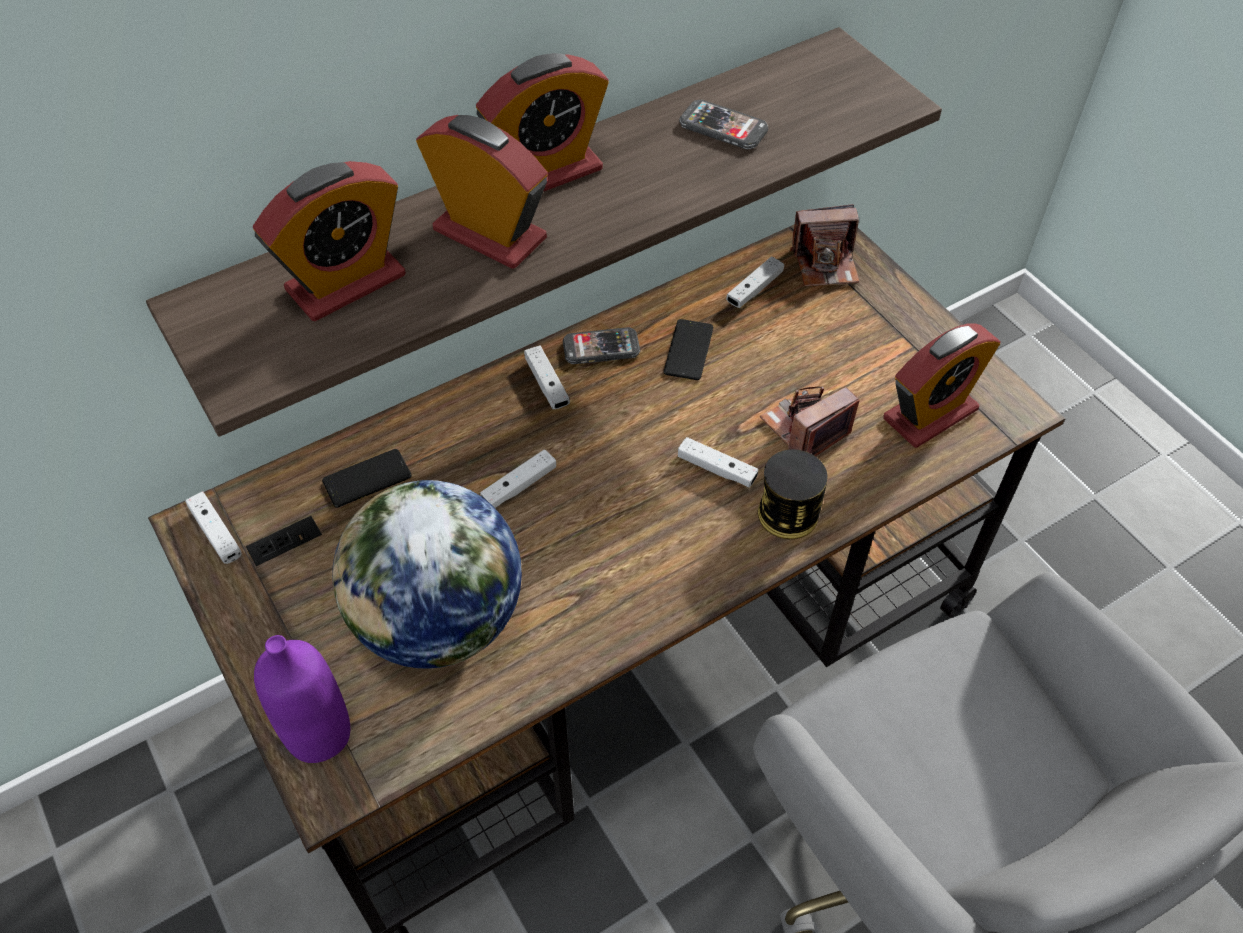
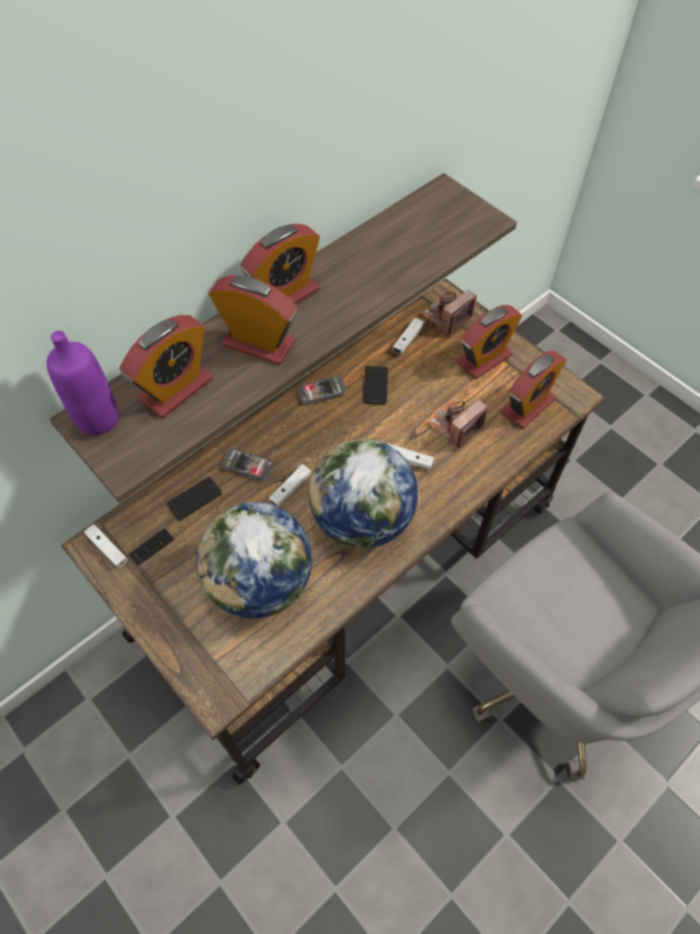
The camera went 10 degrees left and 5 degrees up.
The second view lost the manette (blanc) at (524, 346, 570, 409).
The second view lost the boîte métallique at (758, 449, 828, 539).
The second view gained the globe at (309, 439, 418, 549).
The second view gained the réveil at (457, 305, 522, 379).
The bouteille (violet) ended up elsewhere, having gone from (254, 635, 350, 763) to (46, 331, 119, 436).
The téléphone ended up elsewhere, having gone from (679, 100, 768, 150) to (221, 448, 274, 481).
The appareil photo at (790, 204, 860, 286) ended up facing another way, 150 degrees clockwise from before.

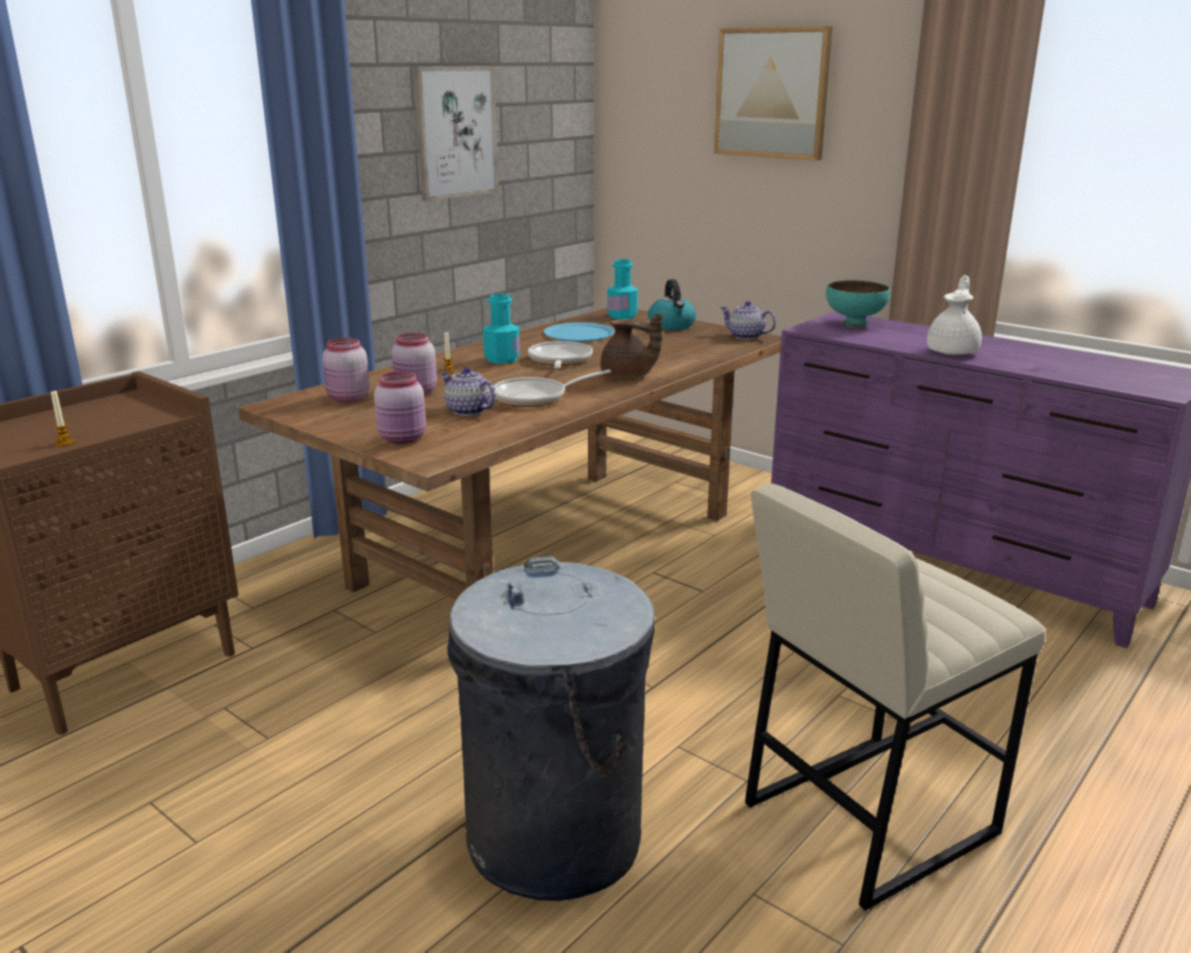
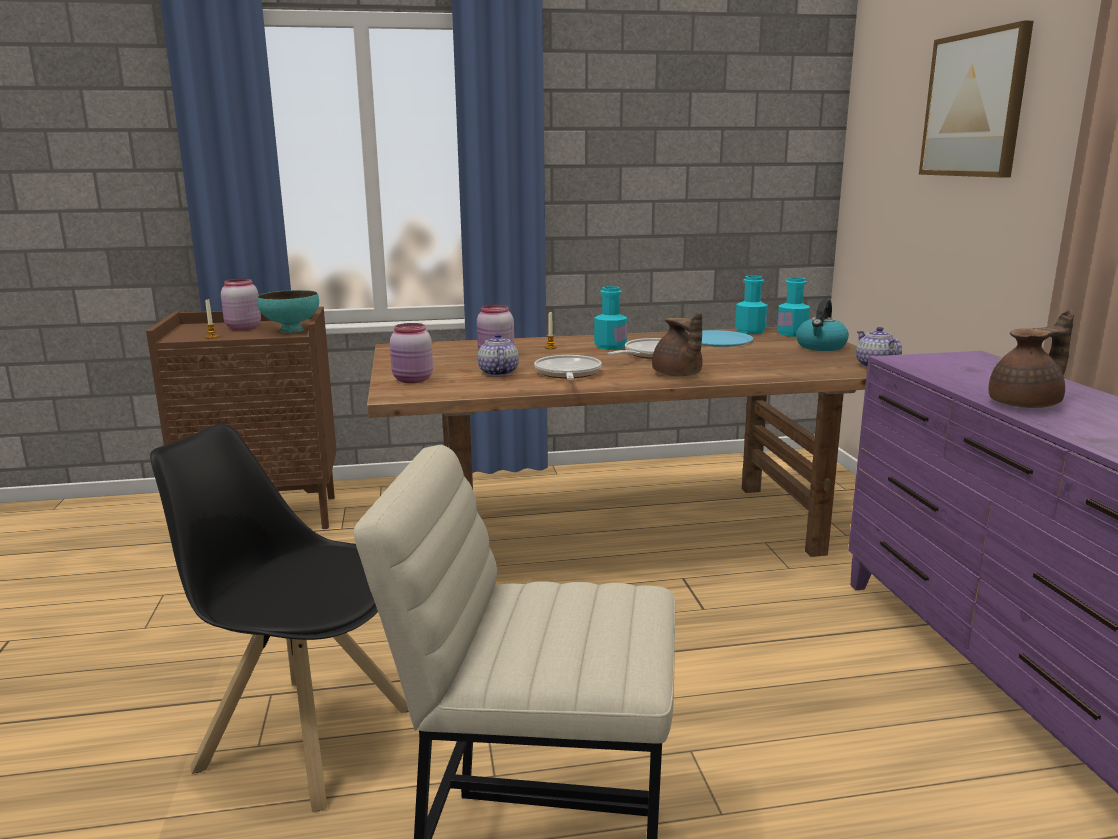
The camera went 40 degrees right and 5 degrees down.
The second view lost the tableau at (414, 66, 499, 201).
The second view gained the bouteille (turquoise) at (735, 276, 768, 334).
The bocal (rose) ended up elsewhere, having gone from (322, 338, 370, 402) to (221, 279, 261, 330).
The bol (turquoise) ended up elsewhere, having gone from (826, 280, 890, 327) to (257, 290, 319, 333).
Where the poubelle (gris) stood at (447, 556, 655, 901), the chaise (noir) came to stand at (150, 424, 409, 812).
What was the théière (blanc) at (927, 275, 982, 355) turned into the théière (marron) at (988, 310, 1074, 408).
The poêle at (494, 370, 611, 407) ended up facing another way, 75 degrees clockwise from before.

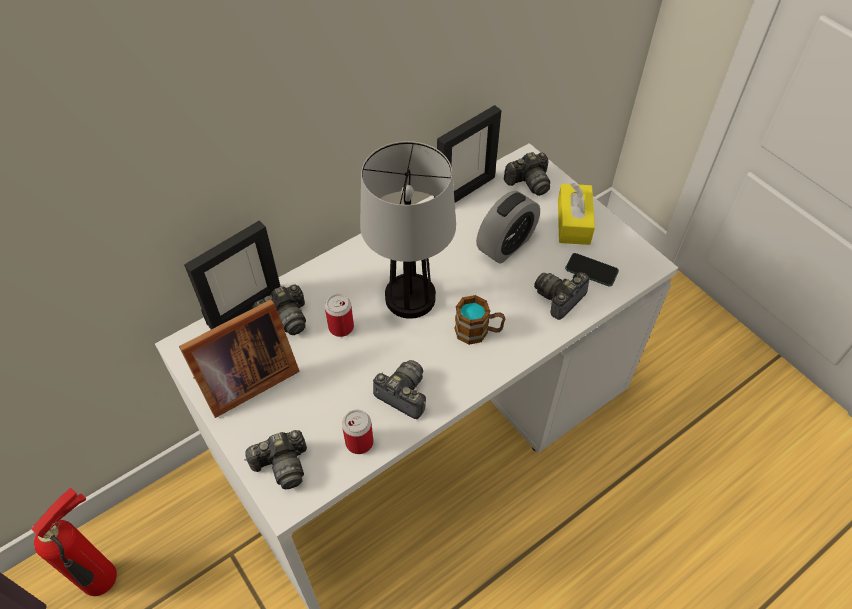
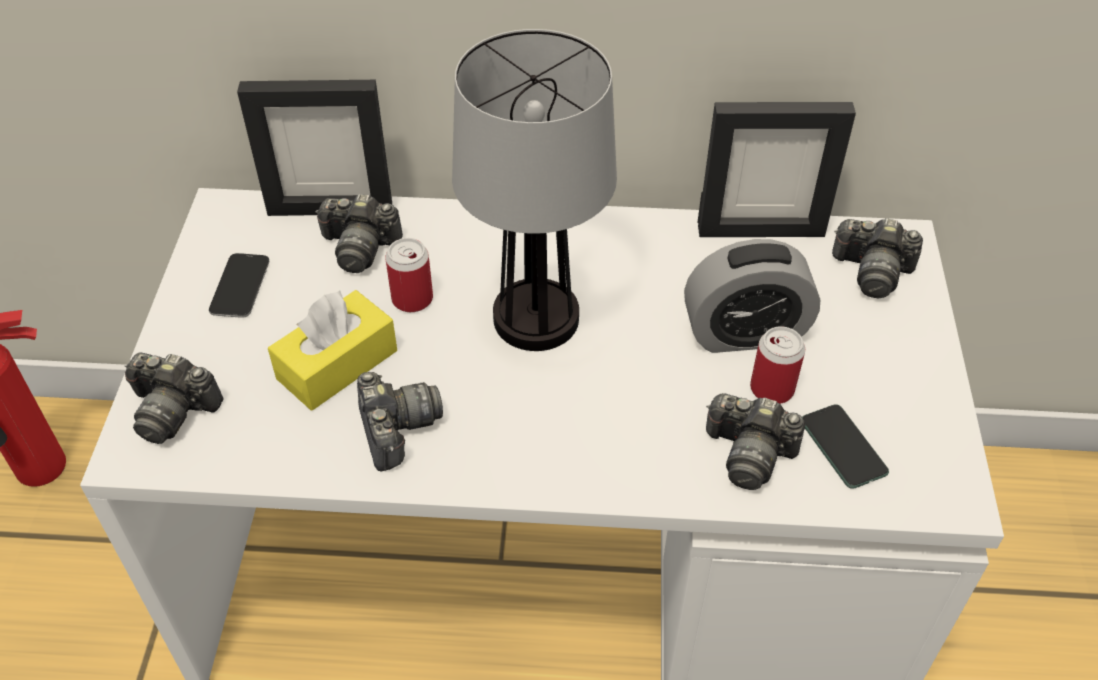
The camera went 40 degrees right and 5 degrees down.
The second view lost the mug at (454, 295, 505, 345).
The boîte métallique ended up elsewhere, having gone from (342, 410, 374, 454) to (750, 326, 805, 404).
The boîte à mouchoirs (jaune) ended up elsewhere, having gone from (558, 183, 595, 245) to (268, 290, 397, 410).
Where the cadre photo stood at (179, 299, 300, 418), the téléphone came to stand at (209, 253, 269, 318).
The appareil photo at (534, 272, 589, 320) ended up facing another way, 150 degrees counterclockwise from before.

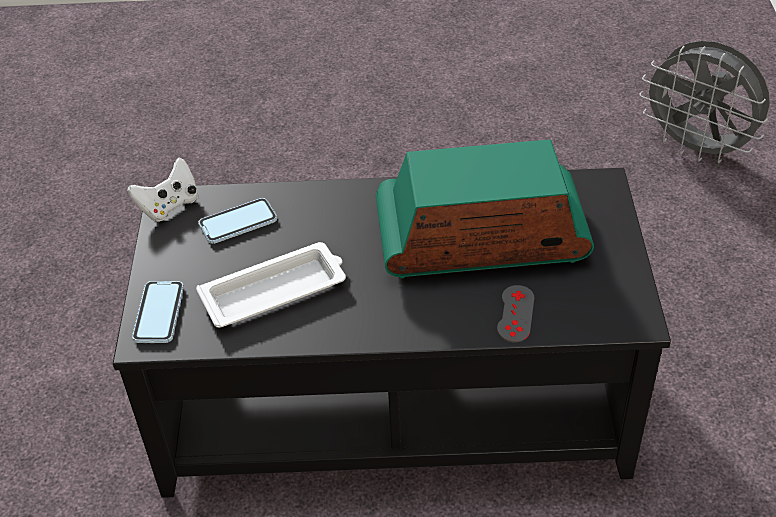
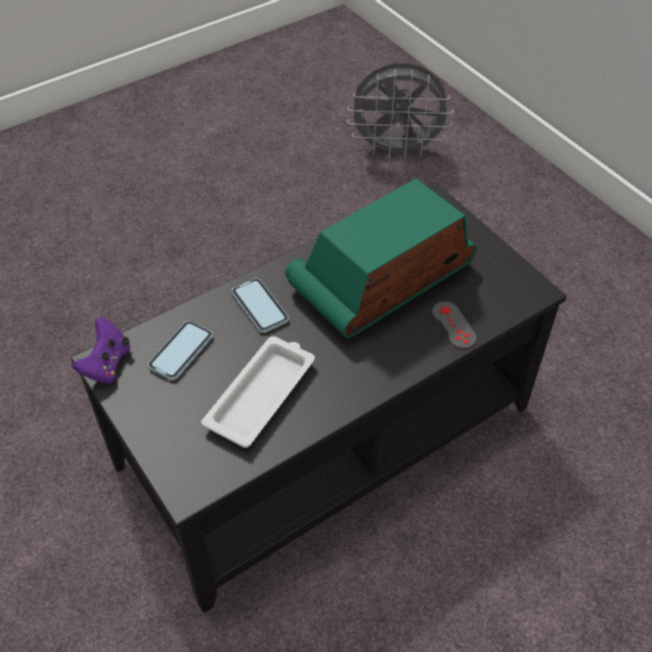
The camera went 35 degrees left and 5 degrees up.
The téléphone ended up elsewhere, having gone from (132, 281, 184, 343) to (232, 278, 289, 333).
What was the manette (blanc) at (127, 158, 198, 222) turned into the manette (violet) at (72, 318, 130, 384).

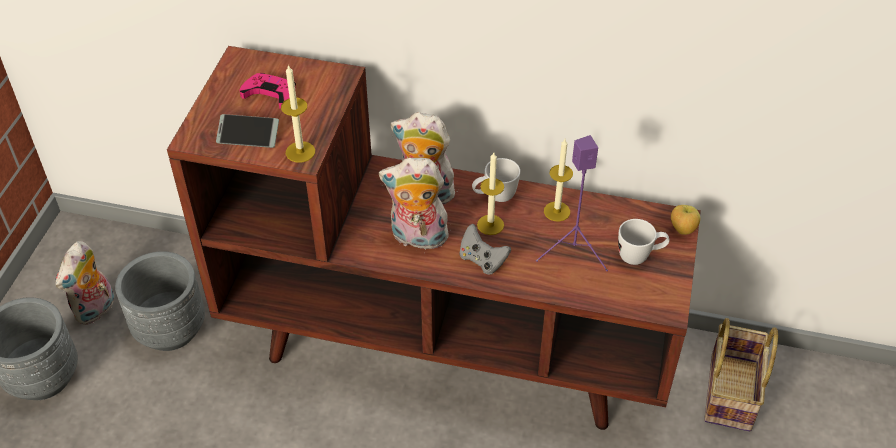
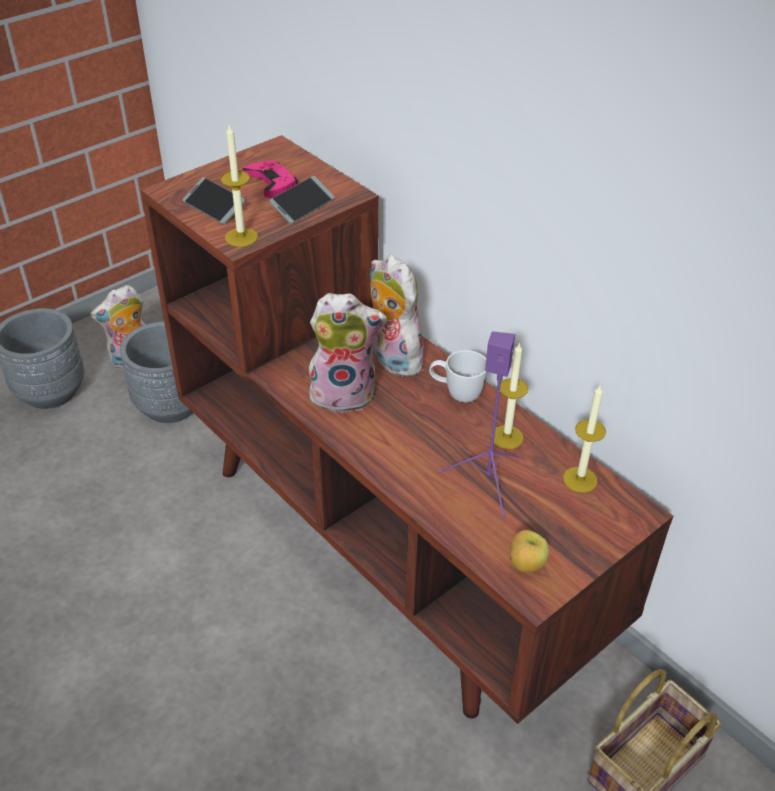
The camera went 35 degrees right and 5 degrees down.
The second view lost the manette (gris) at (460, 224, 511, 275).
The second view lost the mug (blanc) at (618, 219, 669, 265).
The second view gained the téléphone at (269, 176, 335, 224).
The bougie ended up elsewhere, having gone from (477, 152, 504, 235) to (563, 384, 606, 493).
The pomme ended up elsewhere, having gone from (671, 205, 700, 235) to (510, 530, 549, 573).
The peluche at (379, 158, 451, 250) ended up facing another way, 135 degrees clockwise from before.

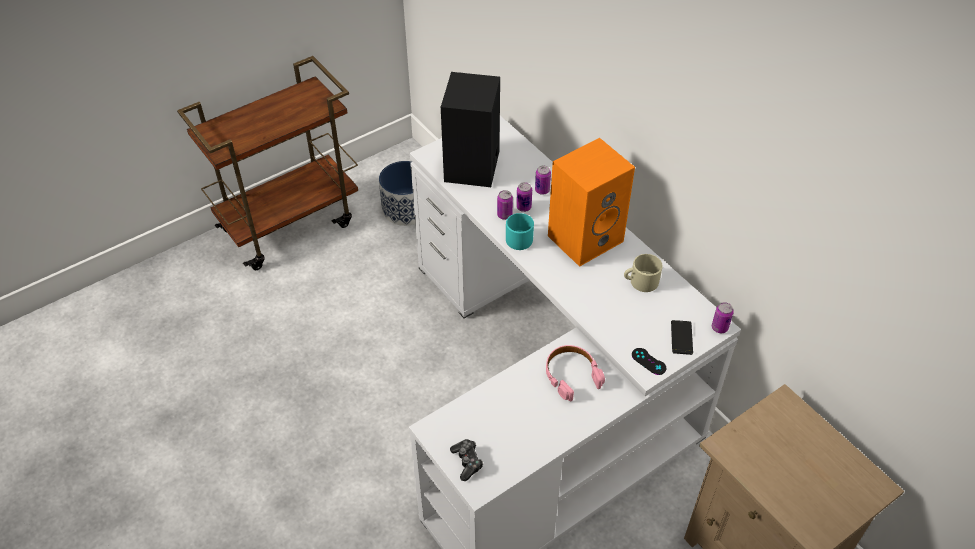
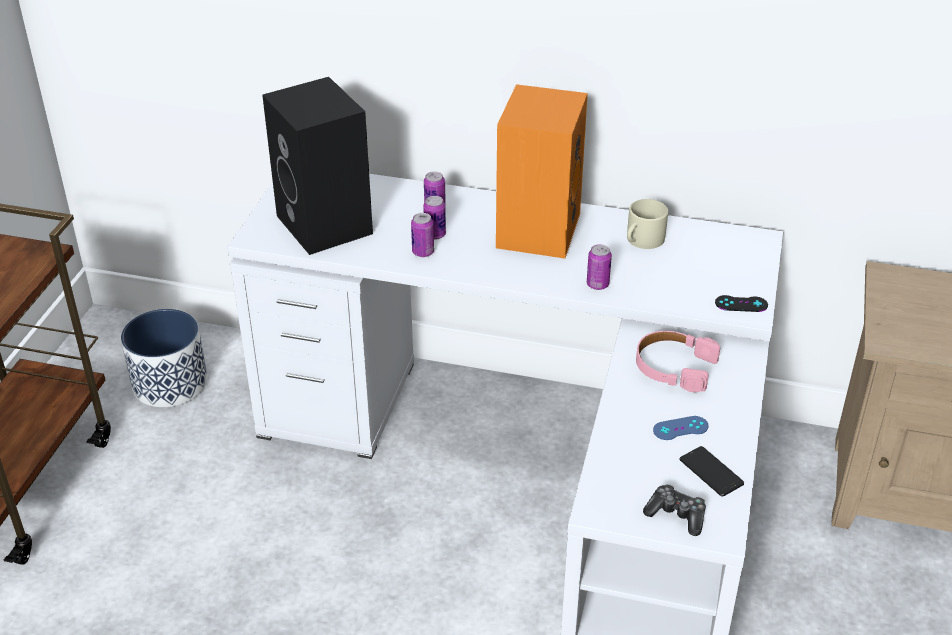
The camera went 40 degrees left and 10 degrees down.
The second view lost the mug (turquoise) at (506, 213, 534, 250).
The second view gained the manette (bleu) at (653, 416, 709, 440).
The téléphone ended up elsewhere, having gone from (671, 320, 693, 355) to (680, 446, 744, 497).
The boîte métallique ended up elsewhere, having gone from (712, 302, 734, 333) to (587, 244, 612, 290).

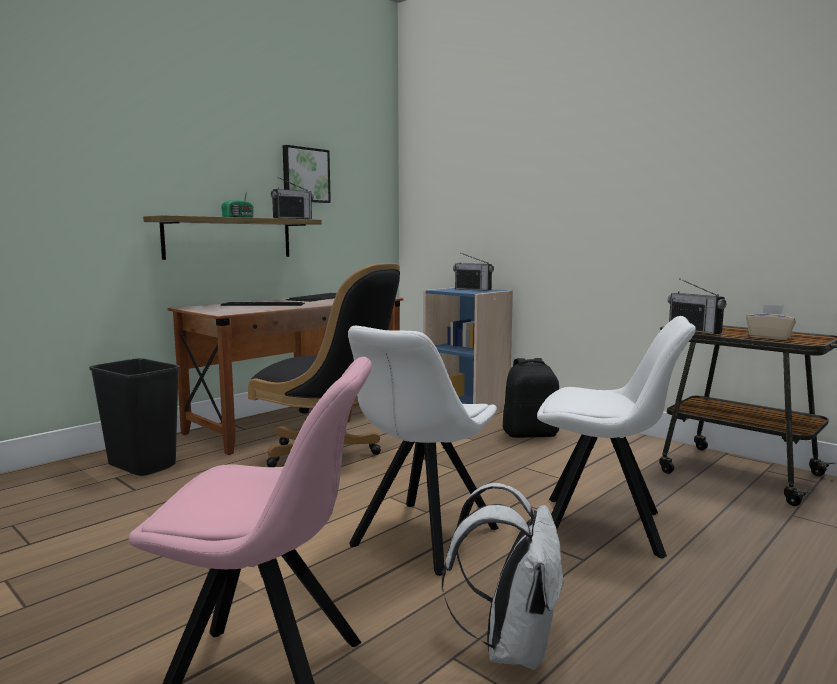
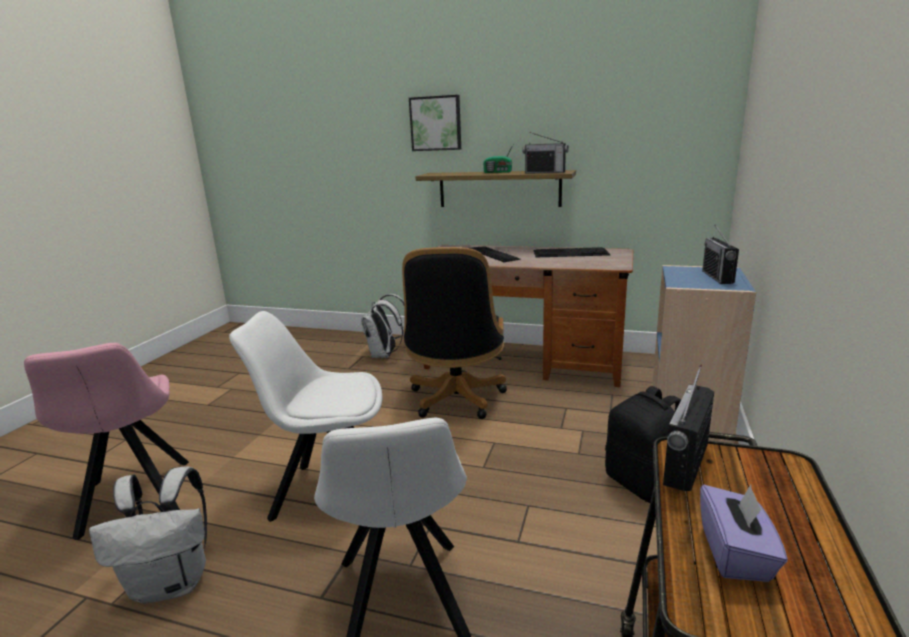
The camera went 65 degrees right and 10 degrees up.
The tableau ended up elsewhere, having gone from (283, 145, 331, 203) to (409, 95, 461, 151).
Where the poubelle (noir) stood at (89, 358, 180, 476), the sac à dos (blanc) came to stand at (361, 294, 404, 358).
What was the boîte à mouchoirs (beige) at (746, 304, 796, 340) turned into the boîte à mouchoirs (violet) at (700, 485, 788, 582).

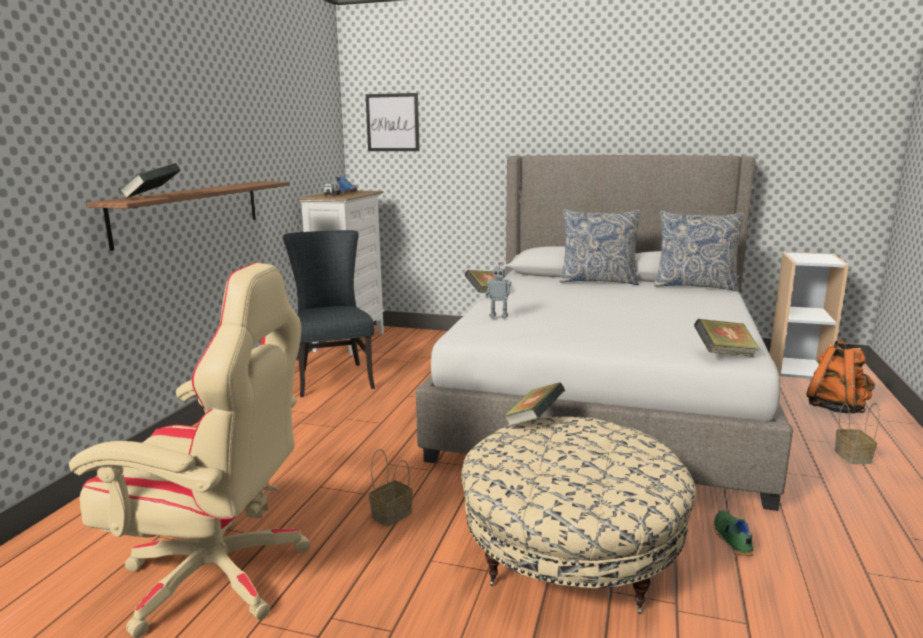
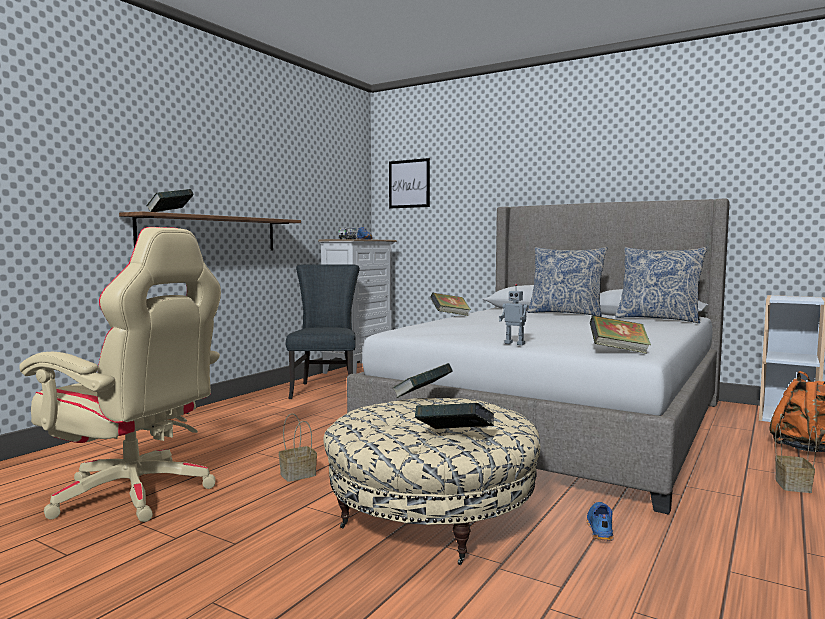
The camera went 15 degrees right and 10 degrees down.
The second view gained the livre at (415, 403, 494, 429).
The robot jouet ended up elsewhere, having gone from (486, 262, 511, 318) to (499, 284, 529, 345).
What was the chaussure (vert) at (714, 510, 754, 556) turned into the chaussure (bleu) at (586, 502, 614, 541).

